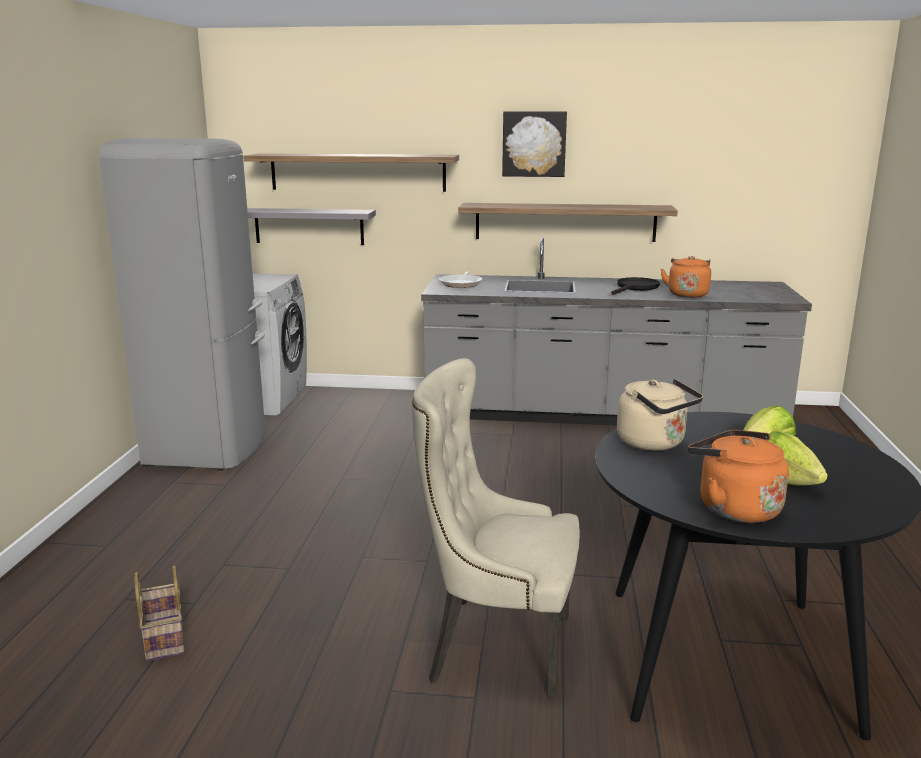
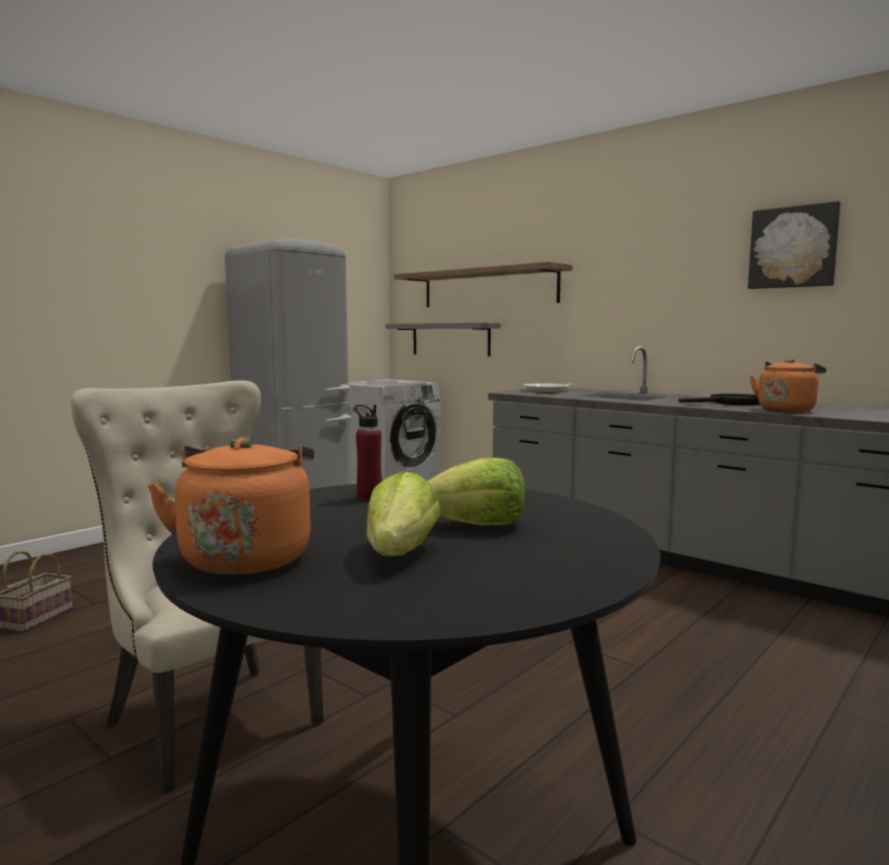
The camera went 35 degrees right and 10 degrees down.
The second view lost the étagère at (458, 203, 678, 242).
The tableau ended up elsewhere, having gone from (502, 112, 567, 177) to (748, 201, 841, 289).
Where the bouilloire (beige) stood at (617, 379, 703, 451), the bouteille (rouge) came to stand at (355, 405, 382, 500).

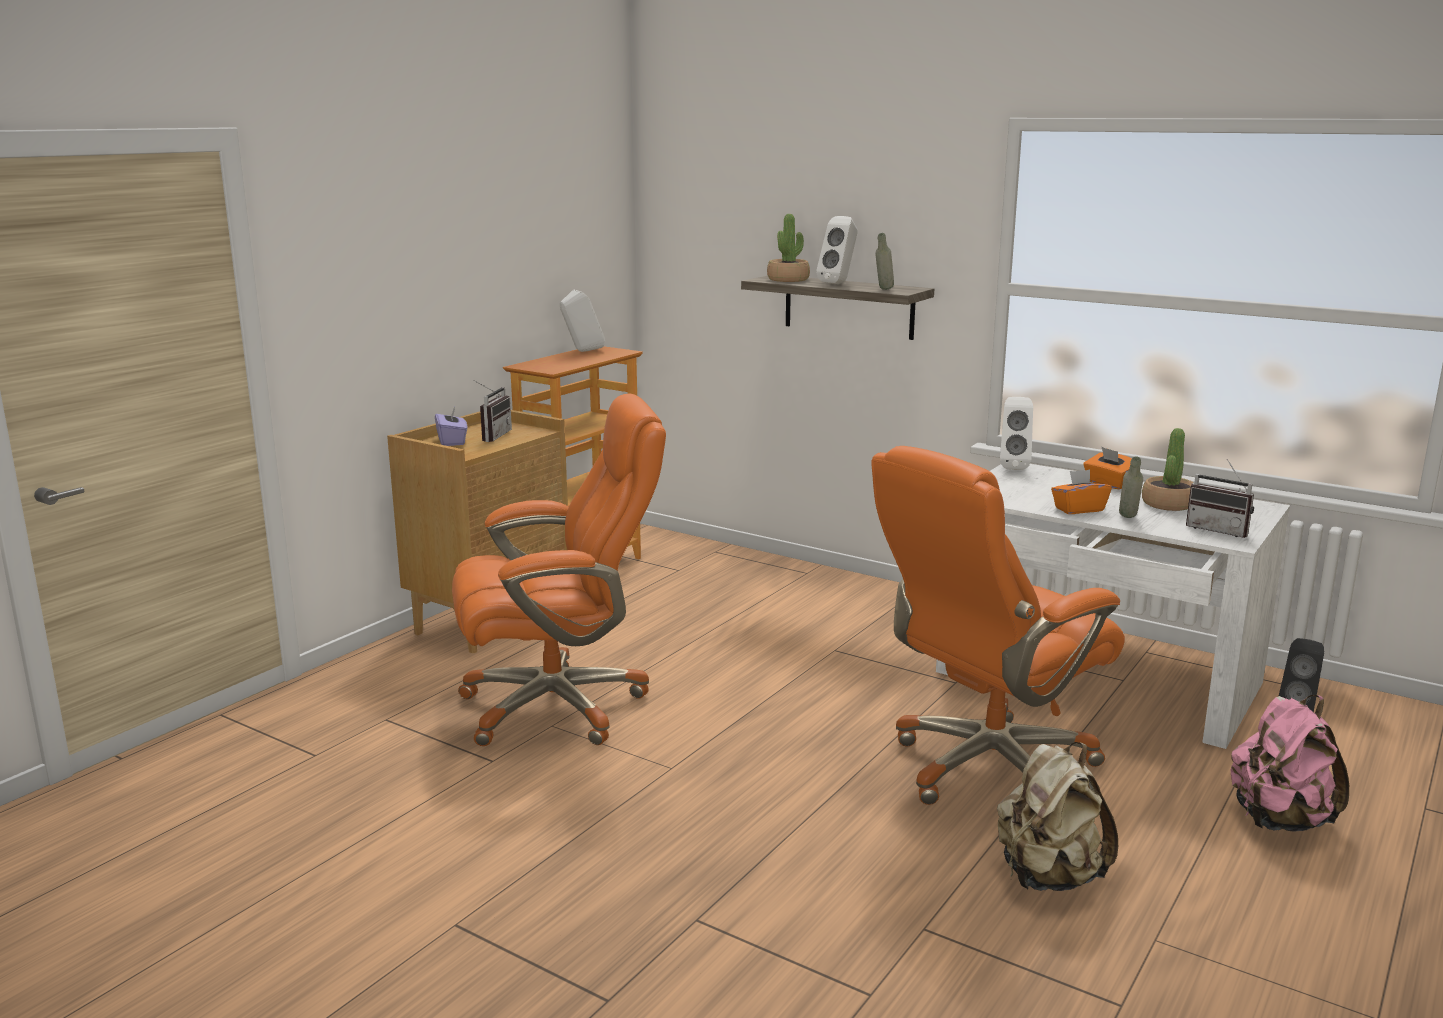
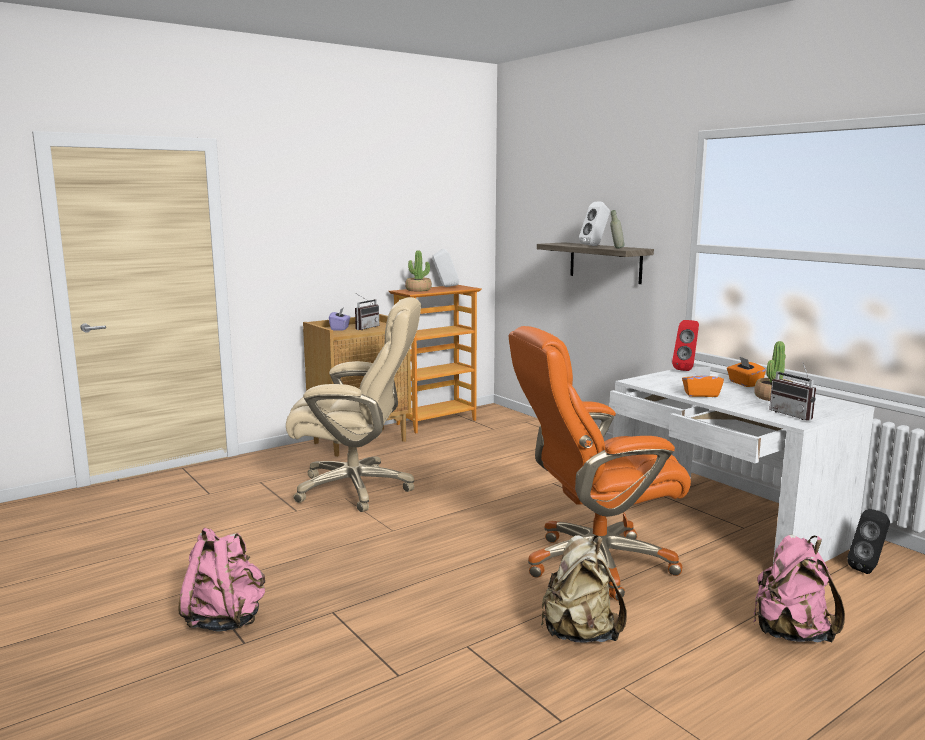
The camera went 20 degrees right and 5 degrees down.
The second view lost the bouteille (gris) at (1119, 456, 1143, 518).
The second view gained the sac à dos (rose) at (178, 528, 265, 632).
The plante en pot ended up elsewhere, having gone from (767, 214, 810, 282) to (405, 250, 432, 291).
What was the chaise de bureau (orange) at (452, 393, 666, 746) turned into the chaise de bureau (beige) at (286, 297, 421, 512).
What was the enceinte (blanc) at (1000, 397, 1033, 470) turned into the enceinte (rouge) at (672, 320, 699, 371).

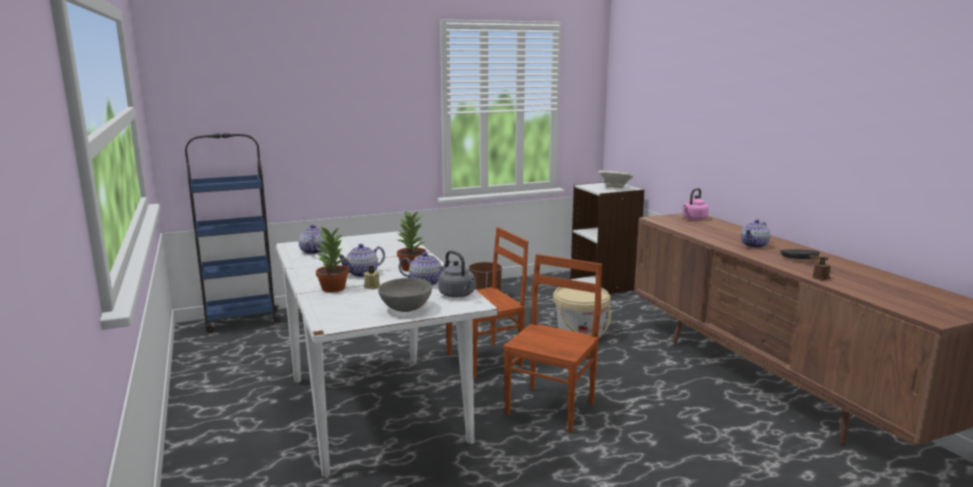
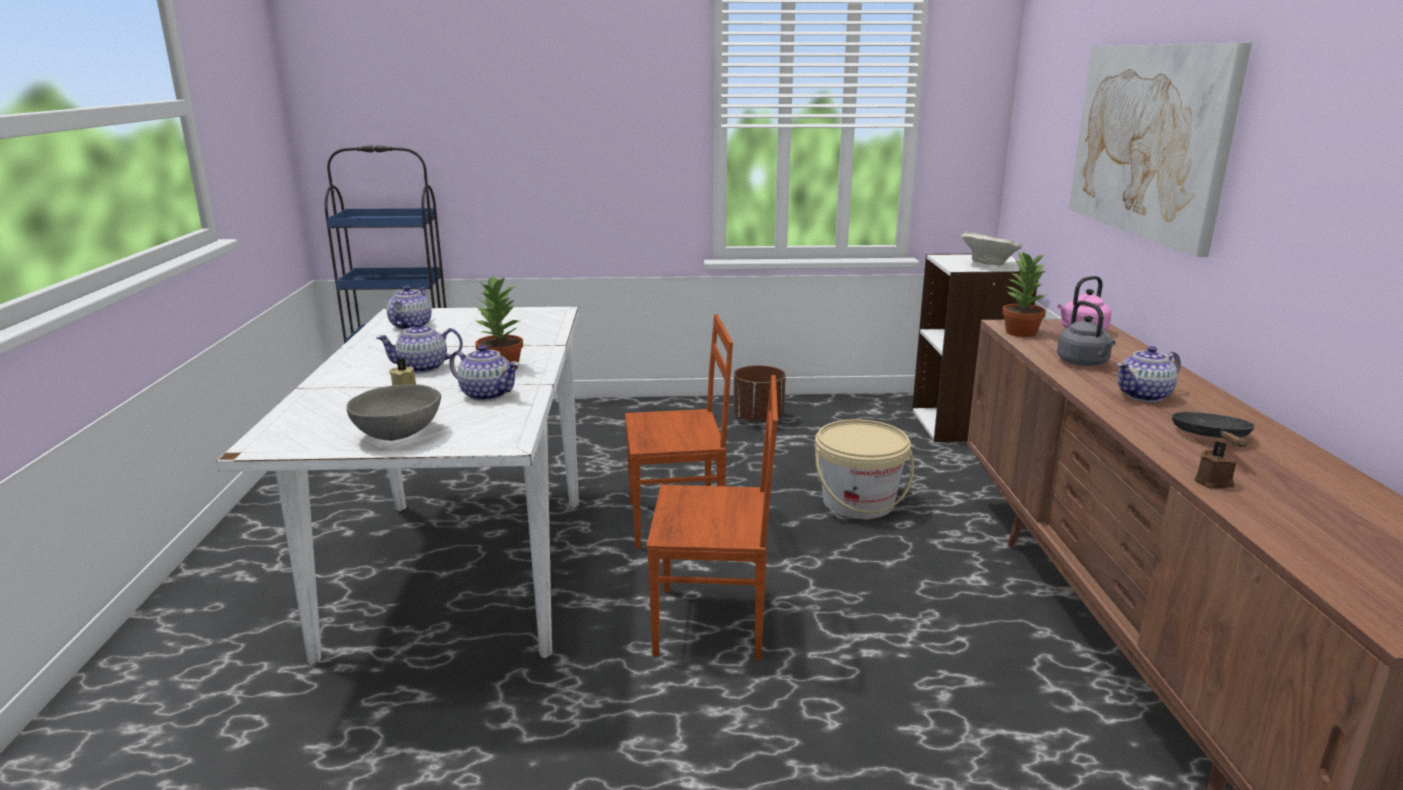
The camera went 20 degrees right and 5 degrees up.
The second view gained the tableau at (1069, 43, 1252, 257).
The plante en pot ended up elsewhere, having gone from (316, 226, 349, 292) to (1002, 251, 1046, 337).
The bouilloire (gris) ended up elsewhere, having gone from (438, 250, 475, 297) to (1057, 301, 1115, 366).
The chaise (marron) at (503, 254, 602, 433) ended up facing another way, 45 degrees clockwise from before.

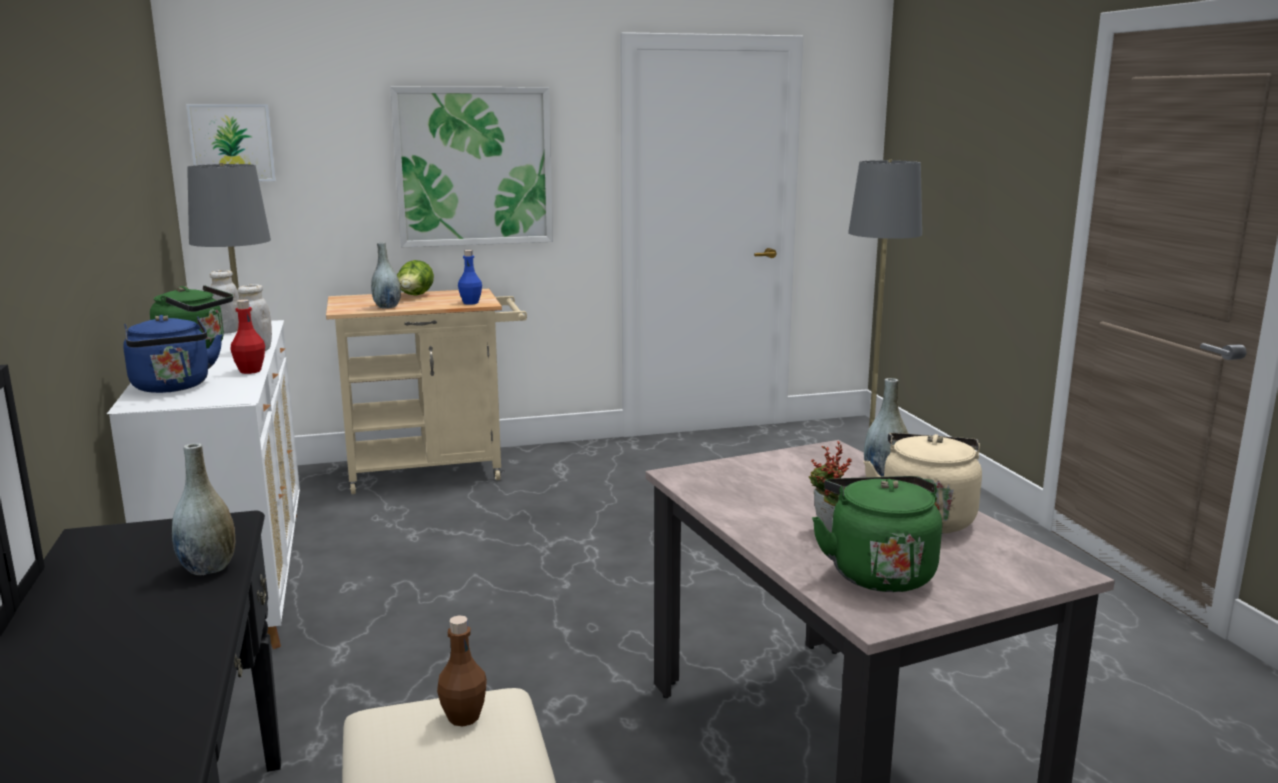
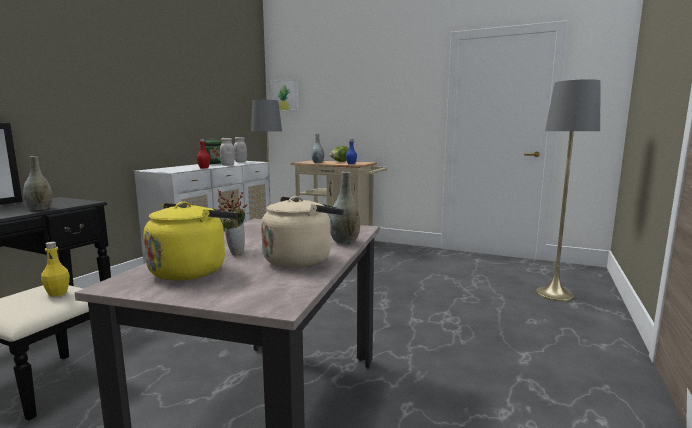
The camera went 40 degrees right and 5 degrees down.
The second view lost the bouilloire (bleu) at (123, 315, 222, 393).
The second view lost the tableau at (390, 87, 553, 247).
What was the bouteille (marron) at (437, 615, 487, 726) turned into the bouteille (jaune) at (41, 242, 70, 297).
What was the bouilloire (vert) at (812, 476, 942, 592) turned into the bouilloire (jaune) at (144, 202, 238, 281).

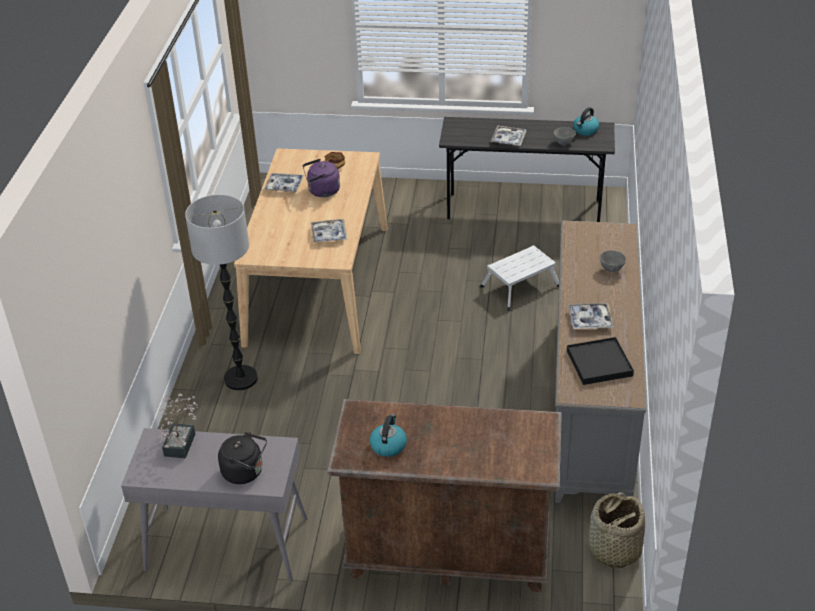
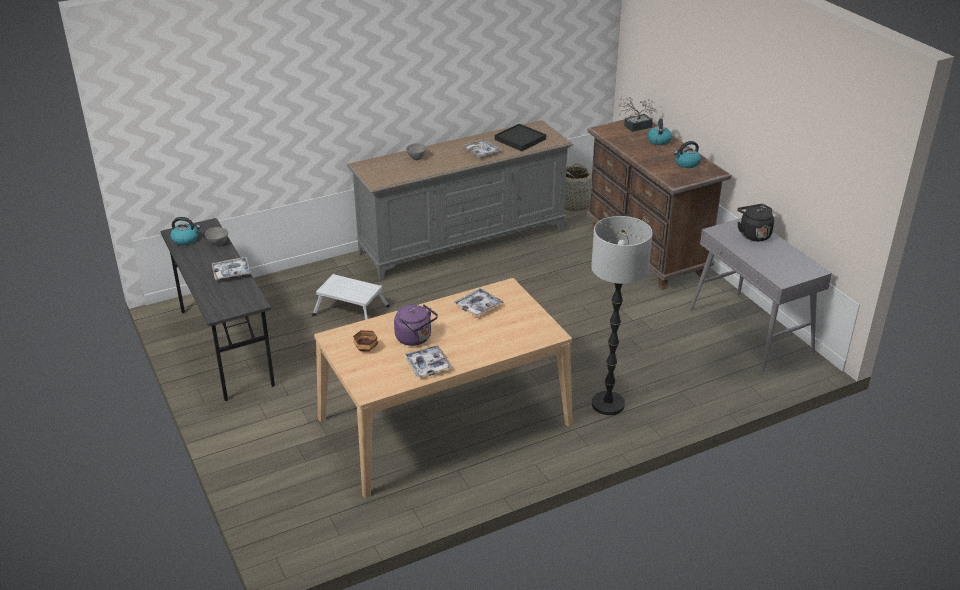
The camera went 125 degrees left and 5 degrees down.
The second view gained the bouilloire at (647, 119, 672, 145).
The plante en pot ended up elsewhere, having gone from (159, 393, 198, 458) to (619, 97, 656, 132).

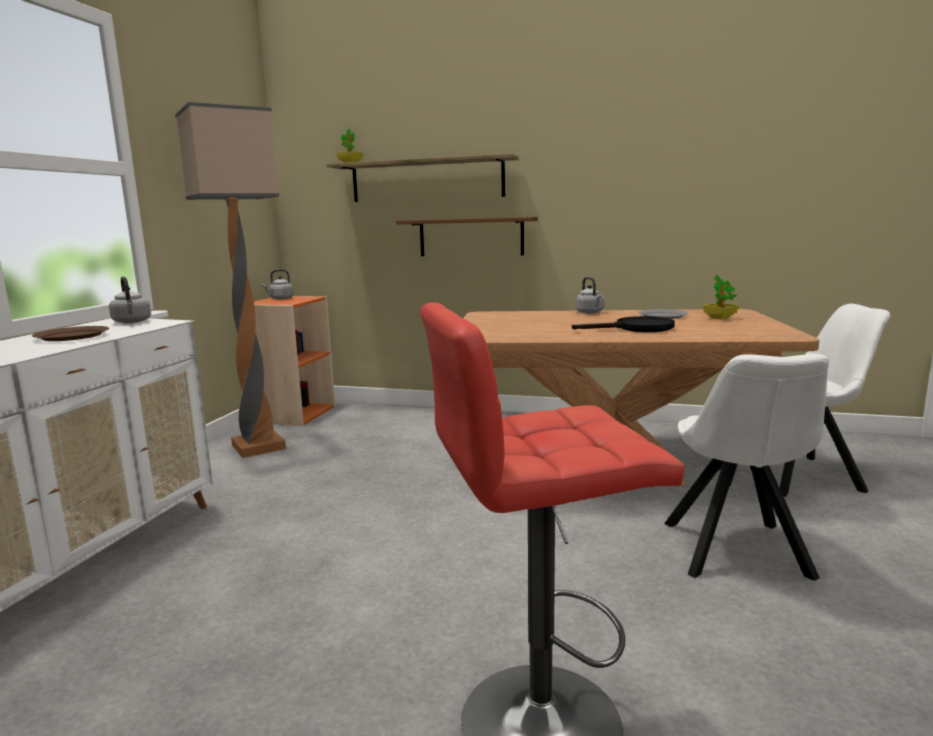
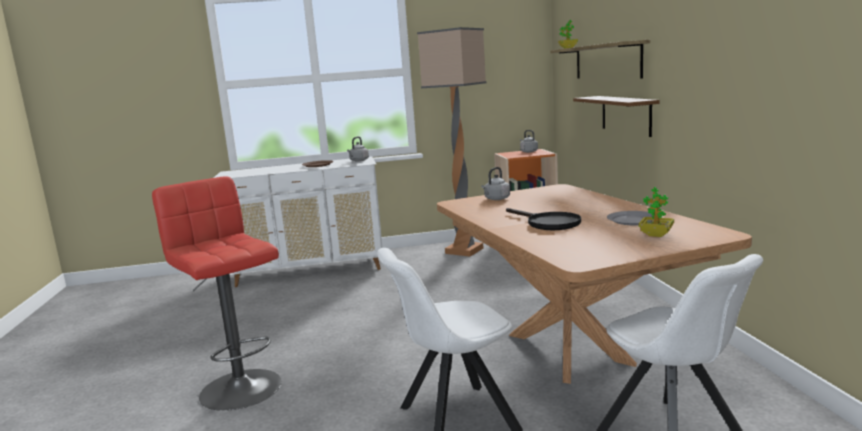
The camera went 65 degrees right and 0 degrees up.
The bouilloire (gris) ended up elsewhere, having gone from (575, 277, 604, 314) to (481, 167, 510, 200).

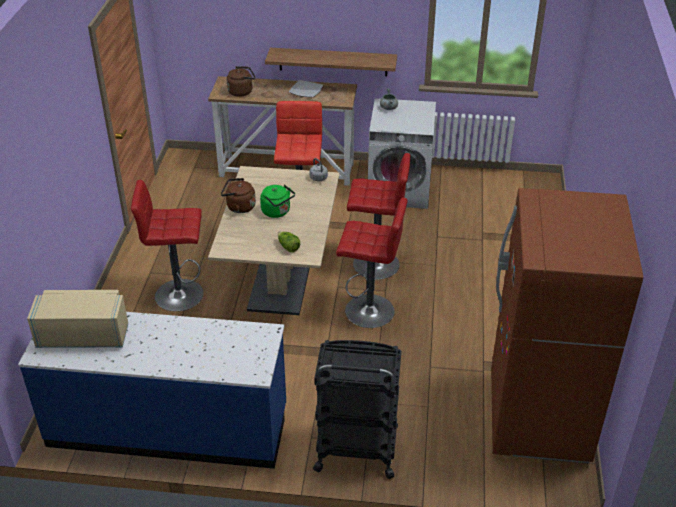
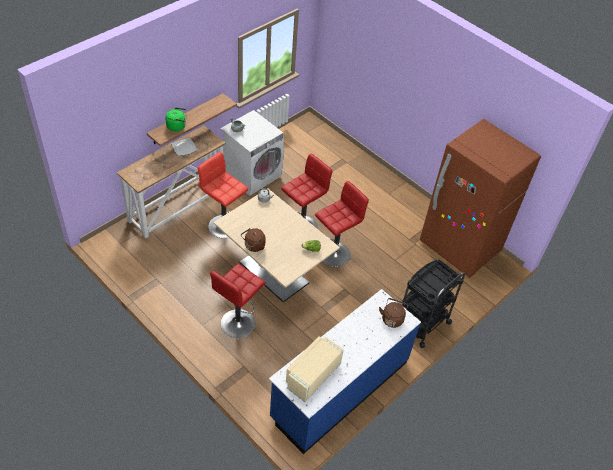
The camera went 55 degrees left and 10 degrees up.
The bouilloire (marron) ended up elsewhere, having gone from (227, 66, 255, 97) to (379, 298, 408, 328).
The bouilloire (vert) ended up elsewhere, having gone from (260, 184, 295, 218) to (166, 107, 186, 132).

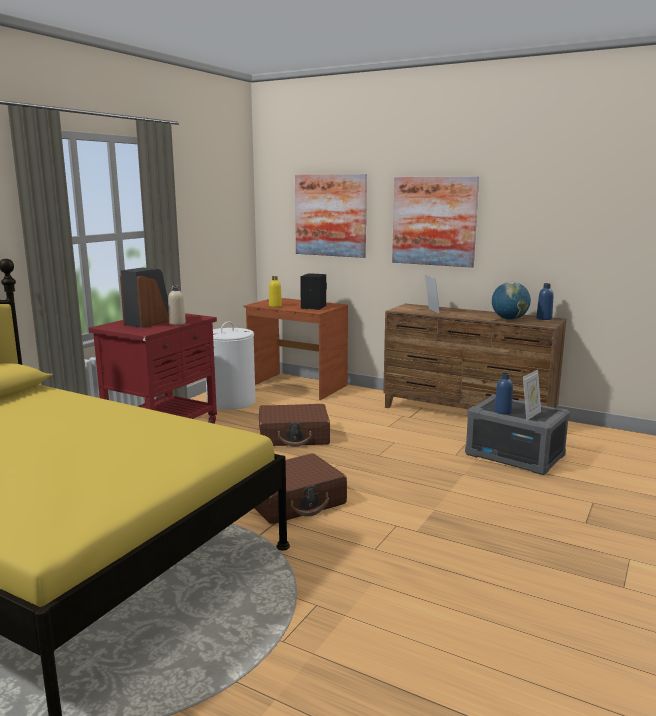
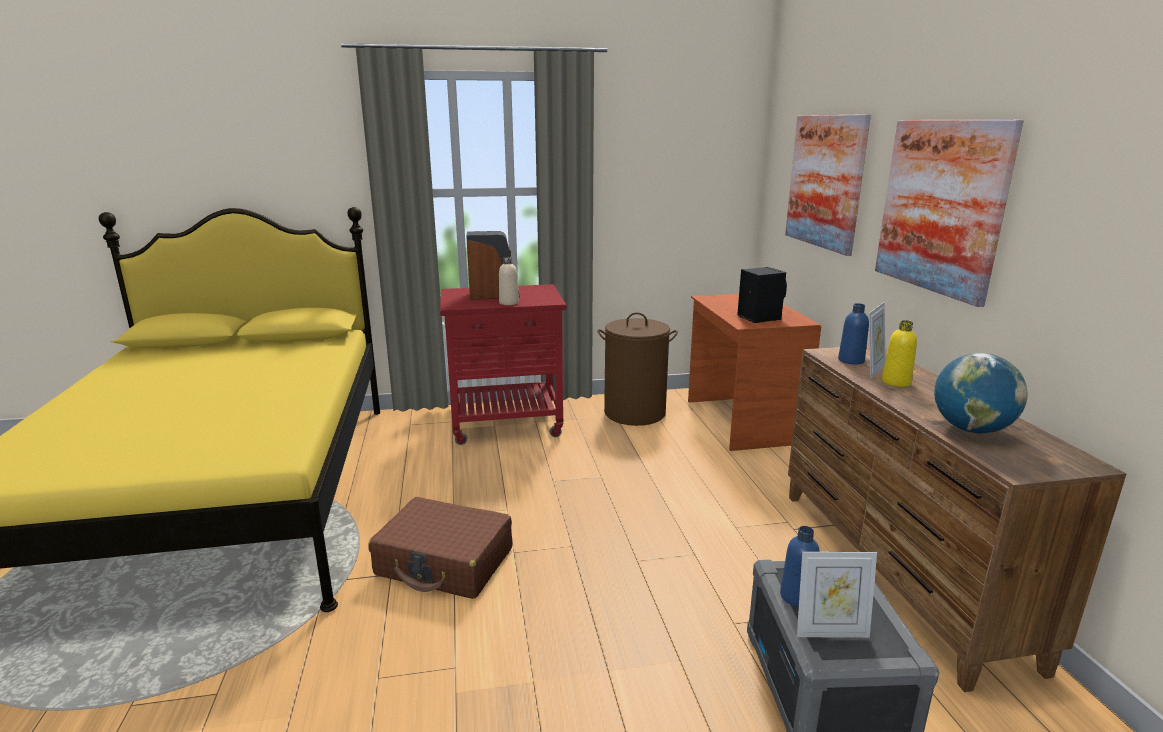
The camera went 50 degrees right and 5 degrees up.
The second view lost the valise (marron) at (259, 404, 330, 447).
The bouteille (jaune) ended up elsewhere, having gone from (269, 276, 282, 307) to (882, 320, 917, 387).
The bouteille (bleu) ended up elsewhere, having gone from (536, 283, 554, 320) to (838, 303, 869, 365).
What was the panier à linge (blanc) at (206, 321, 255, 410) turned into the panier à linge (marron) at (598, 312, 678, 426).

